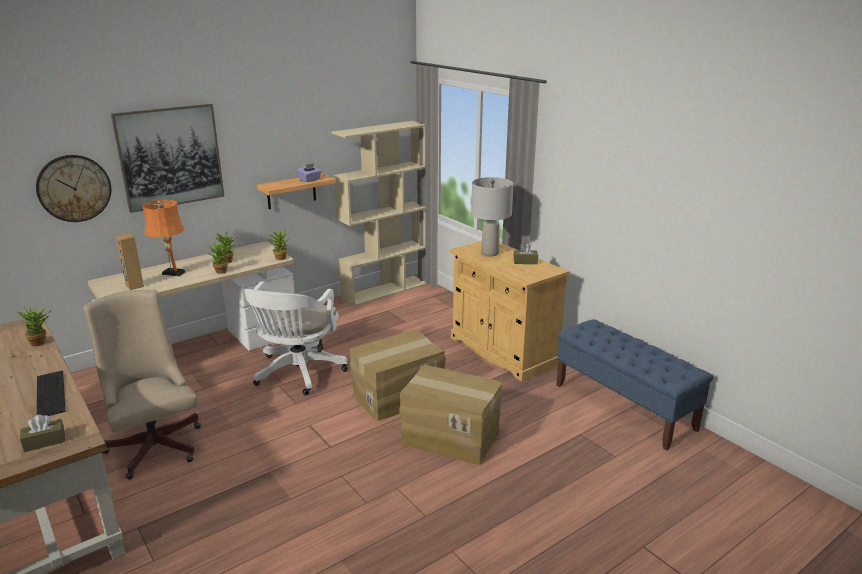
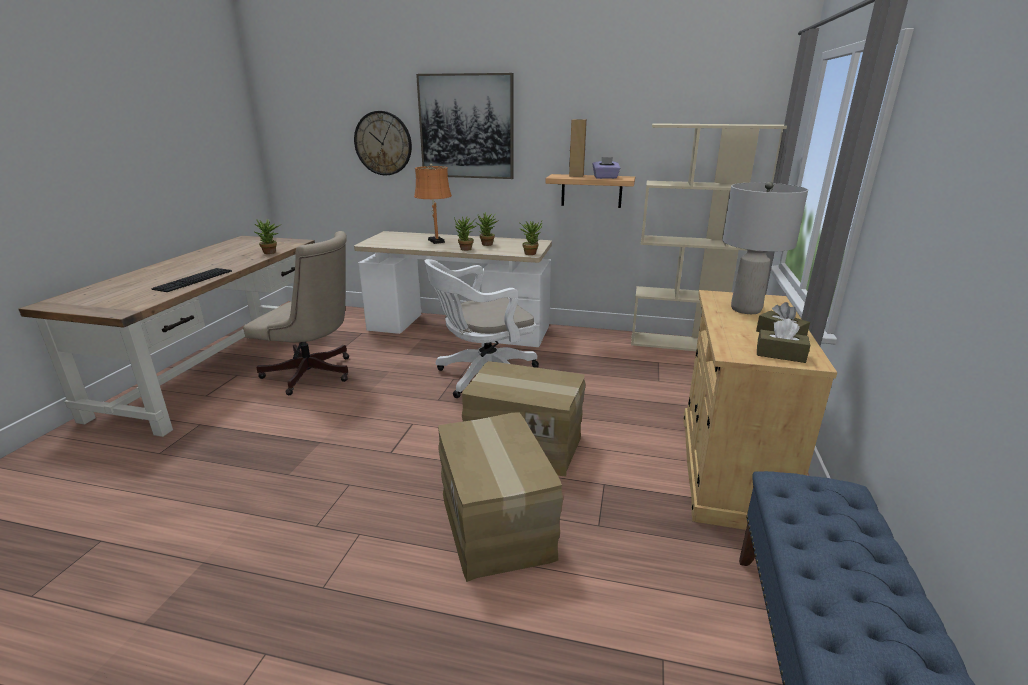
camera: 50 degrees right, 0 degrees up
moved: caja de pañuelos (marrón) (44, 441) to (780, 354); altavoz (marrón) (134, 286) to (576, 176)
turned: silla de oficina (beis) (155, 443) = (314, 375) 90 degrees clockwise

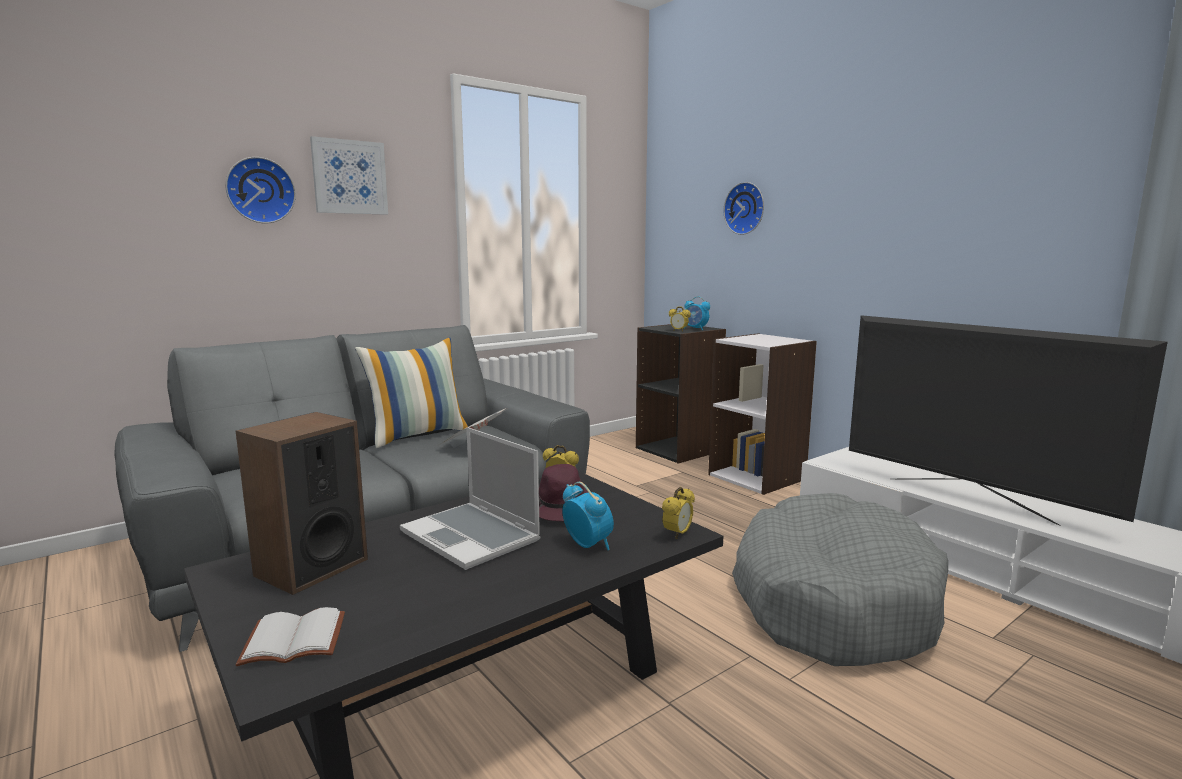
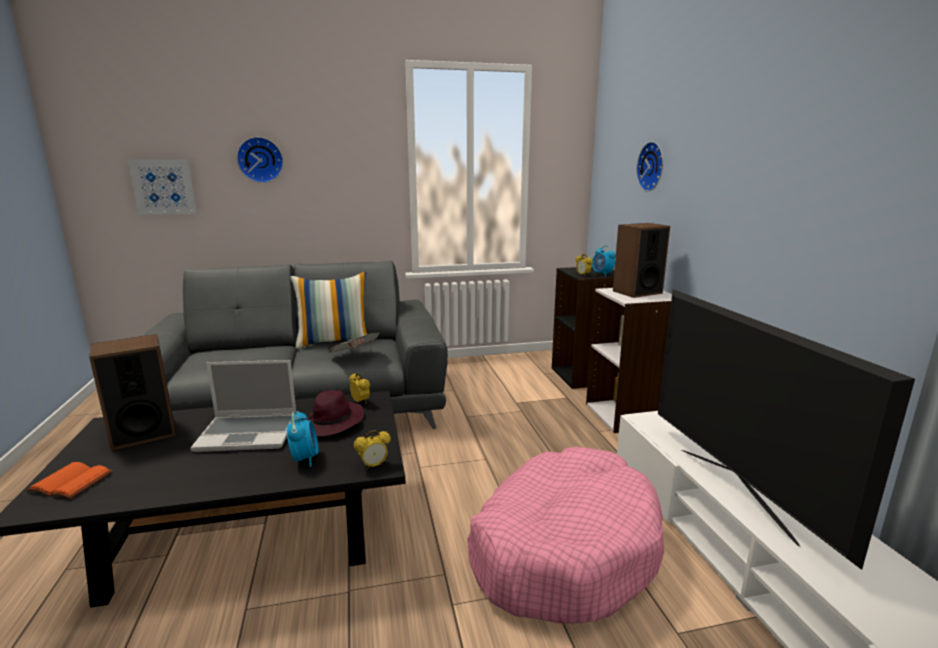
camera: 25 degrees right, 5 degrees up
added: altavoz (637, 292)
moved: cuadro (349, 177) to (164, 186)
recoloured: libro (blanco) (291, 642) to libro (naranja) (69, 483); cama para perro (gris) (832, 601) to cama para perro (rosa) (563, 548)
turned: portátil (472, 537) = (249, 433) 75 degrees counterclockwise

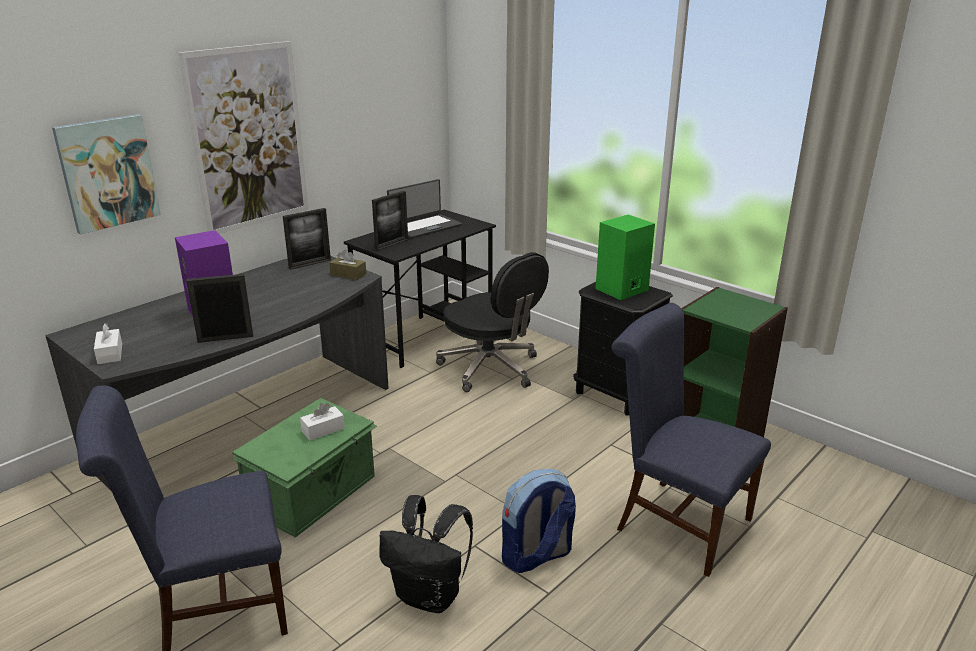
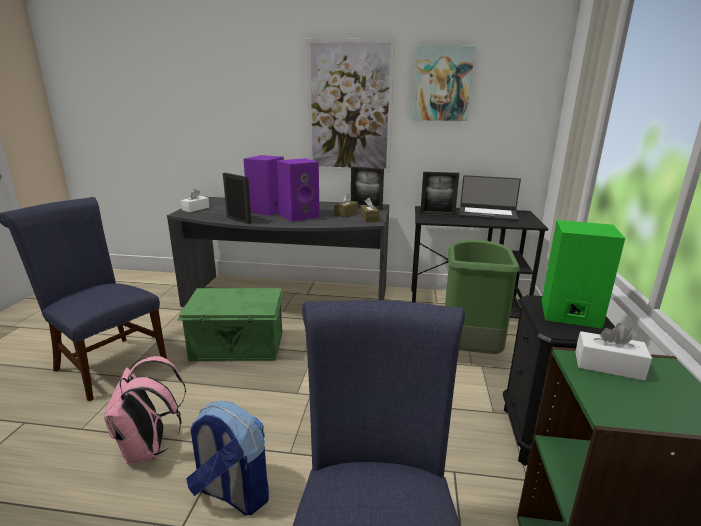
camera: 55 degrees right, 5 degrees down
added: altavoz (morado) (300, 216); caja de pañuelos (marrón) (346, 213)
moved: cuadro (108, 173) to (442, 84); caja de pañuelos (blanco) (323, 430) to (608, 365)
replaced: silla de oficina (negro) (491, 368) to papelera (verde) (468, 349)
recoloured: mochila (negro) (430, 596) to mochila (rosa) (149, 449)

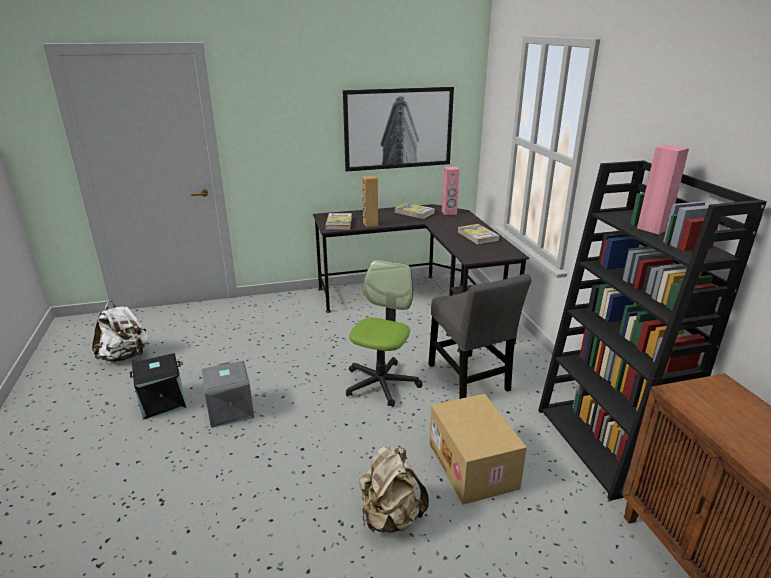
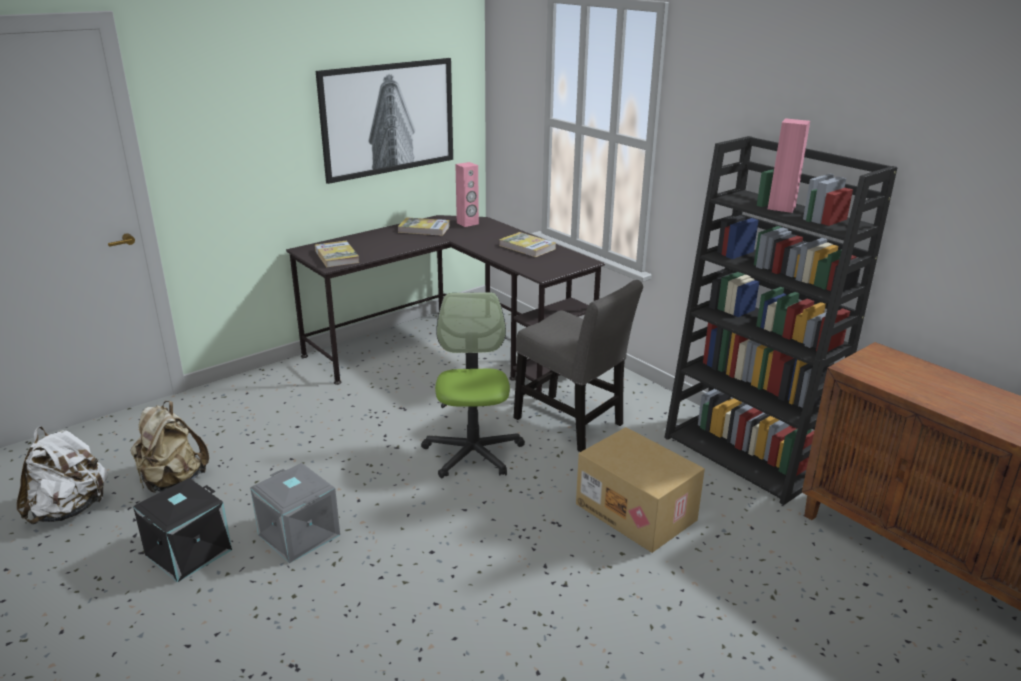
camera: 25 degrees left, 0 degrees up
removed: altavoz (marrón) (370, 224)
moved: mochila (beis) (390, 517) to (172, 481)

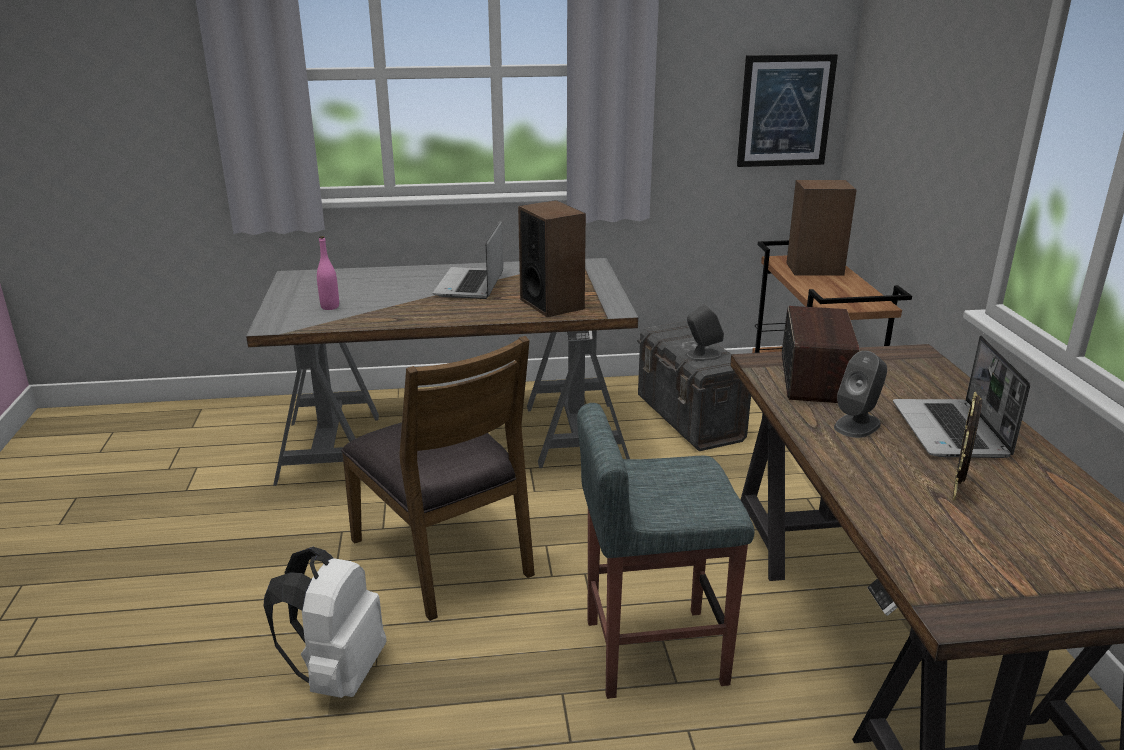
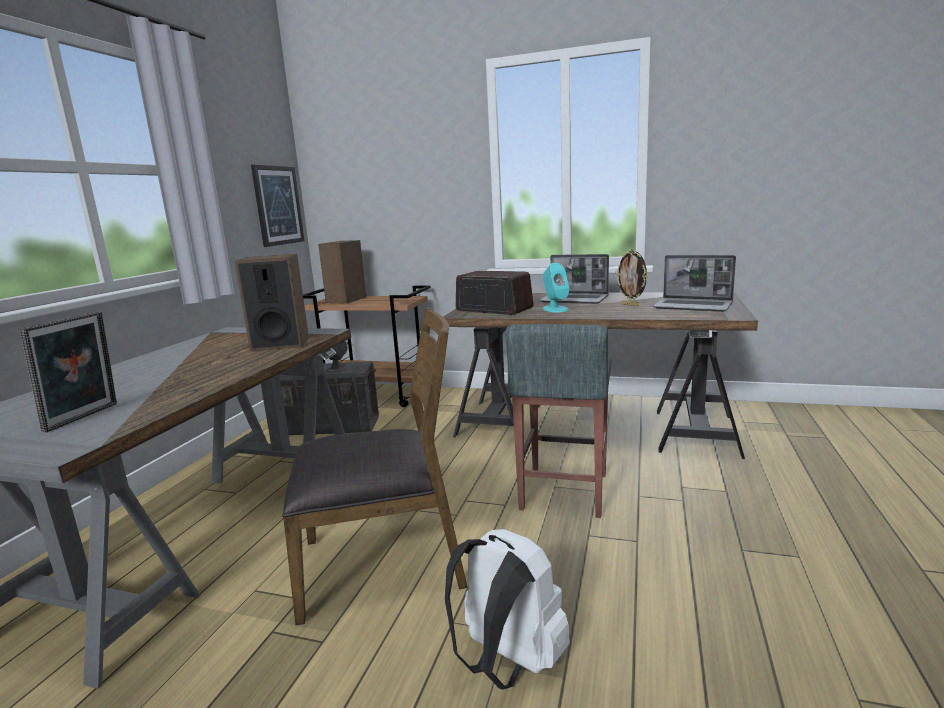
camera: 65 degrees left, 10 degrees down
moved: portátil (470, 285) to (694, 306)
replaced: botella (rosa) (330, 307) to portarretratos (85, 417)
recoloured: altavoz (gris) (857, 425) to altavoz (turquesa) (555, 309)

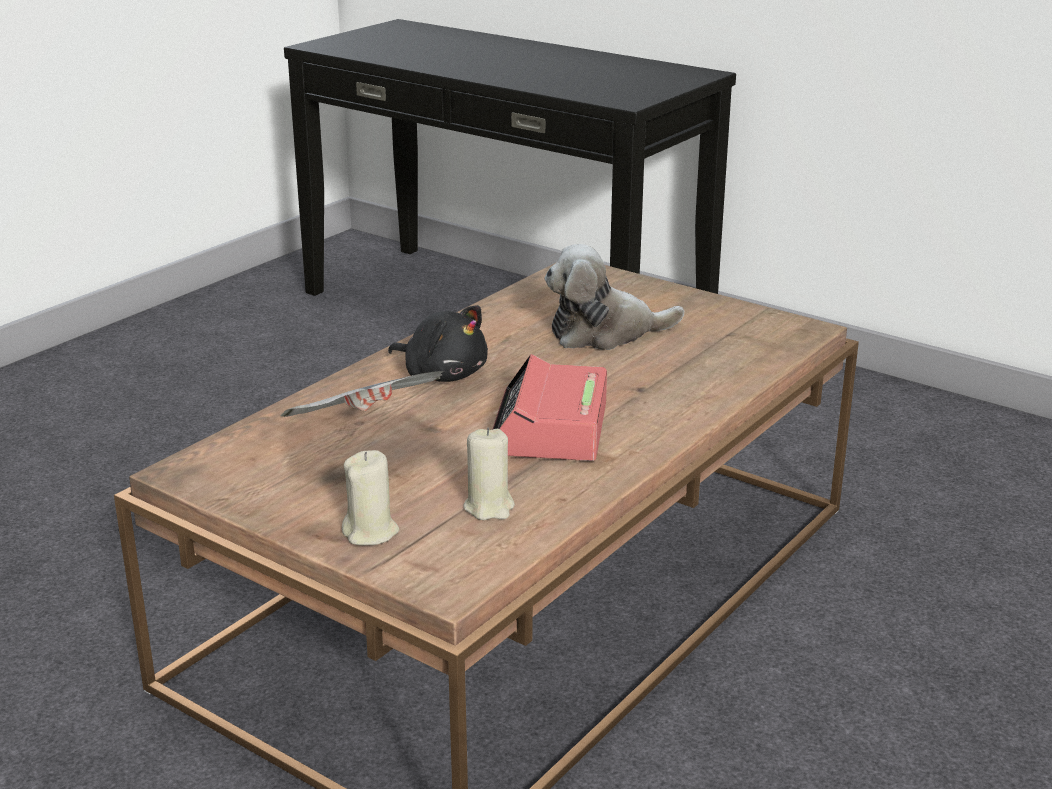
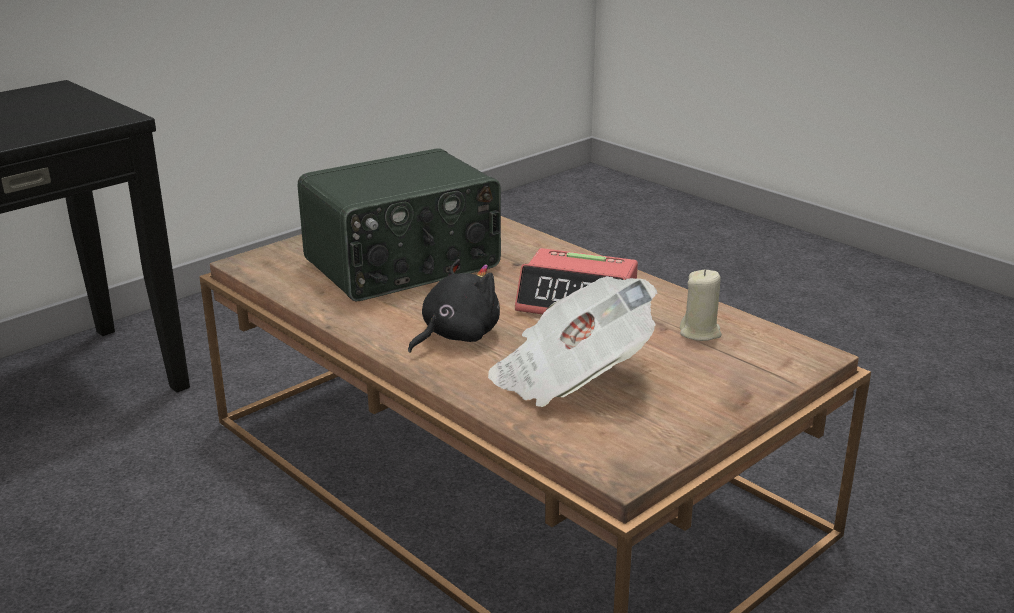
camera: 80 degrees left, 0 degrees up
removed: vela (beis) (371, 532)
replaced: peluche (605, 333) to radio (403, 265)

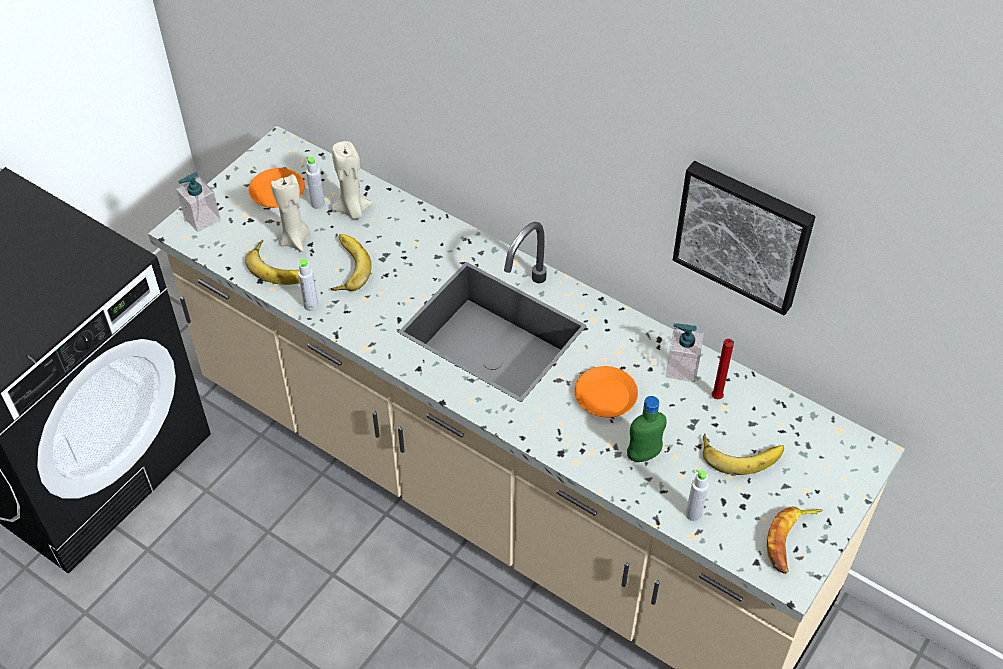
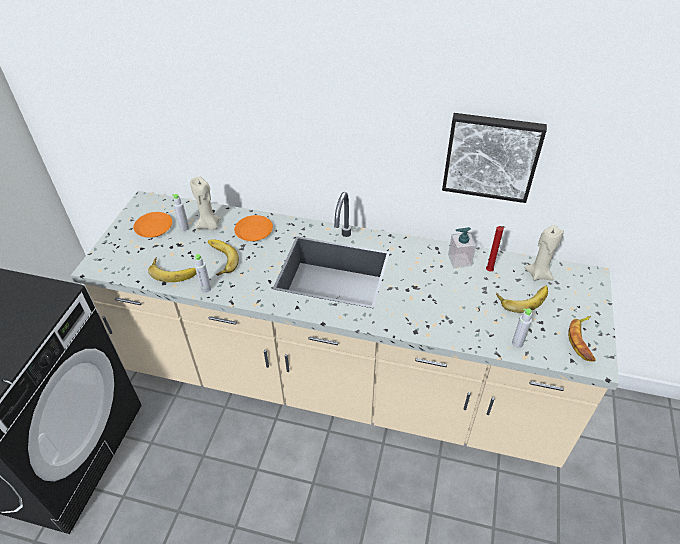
camera: 20 degrees left, 5 degrees down
removed: dispensador de jabón (202, 219); botella (verde) (643, 455)
moved: vela (beis) (295, 240) to (538, 274); plato (naranja) (605, 395) to (254, 231)

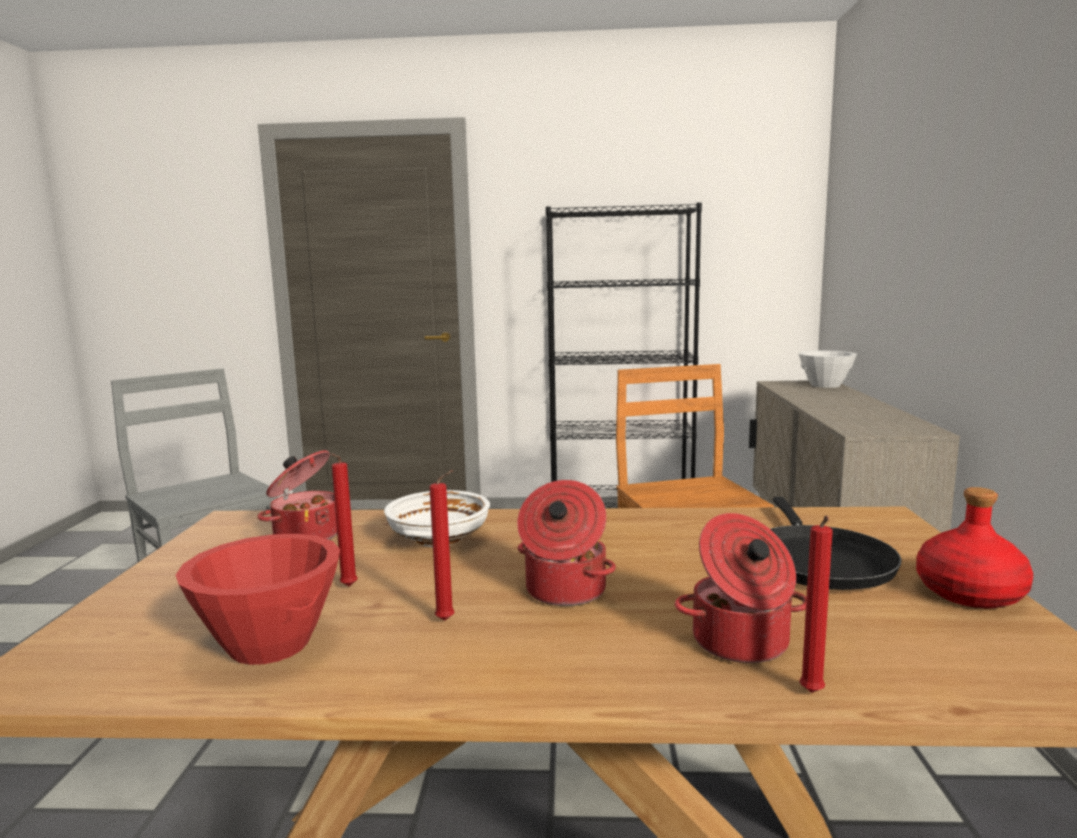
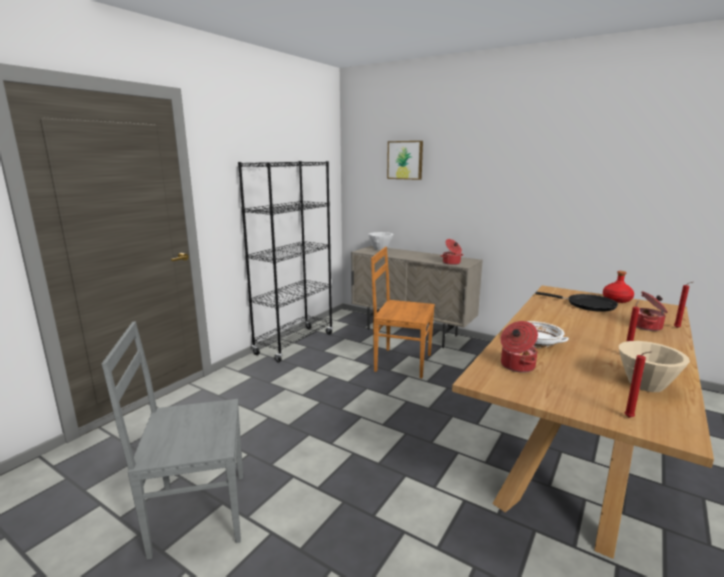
camera: 60 degrees left, 5 degrees up
added: cuadro (405, 160)
moved: vela (rojo) (347, 587) to (630, 418); olla (564, 591) to (451, 263)
recoloured: cuenco (rojo) (270, 644) to cuenco (beis) (645, 384)

